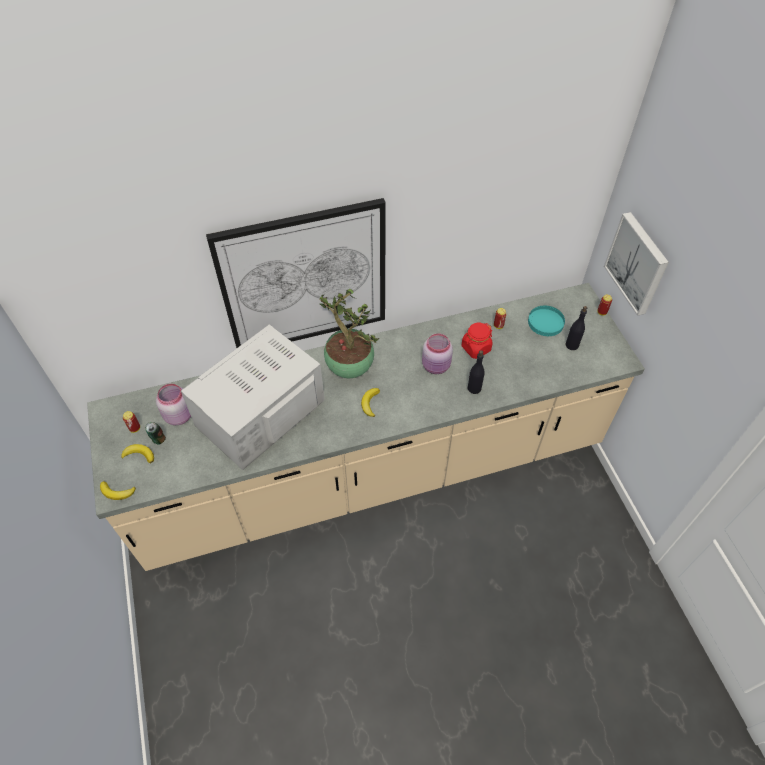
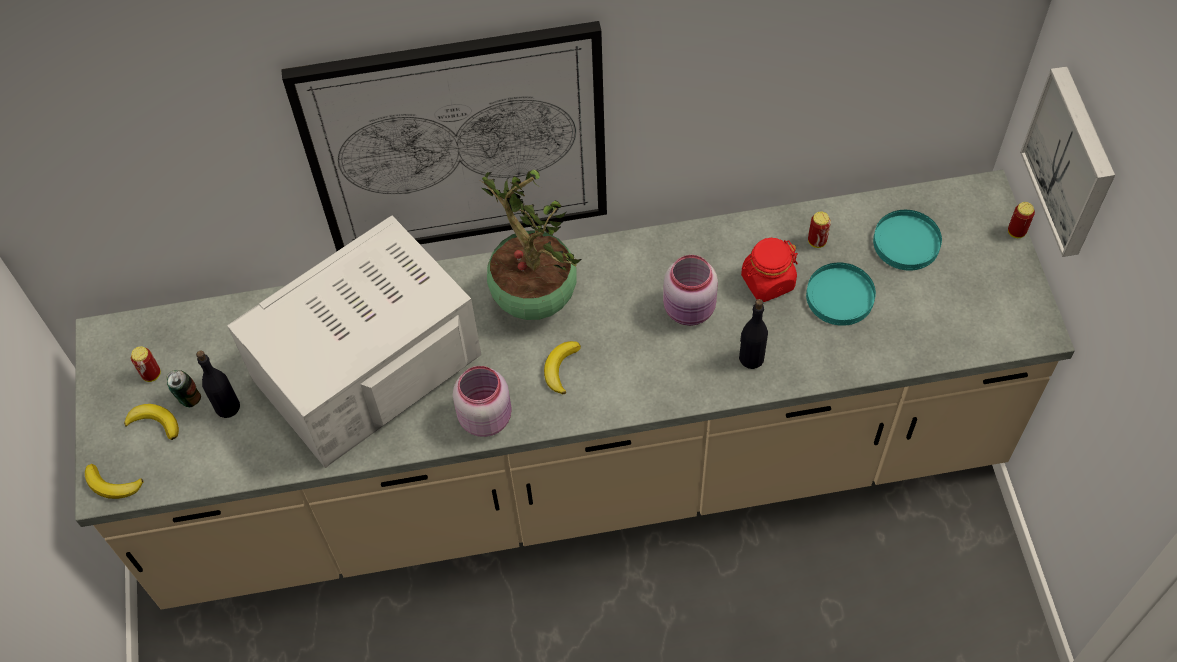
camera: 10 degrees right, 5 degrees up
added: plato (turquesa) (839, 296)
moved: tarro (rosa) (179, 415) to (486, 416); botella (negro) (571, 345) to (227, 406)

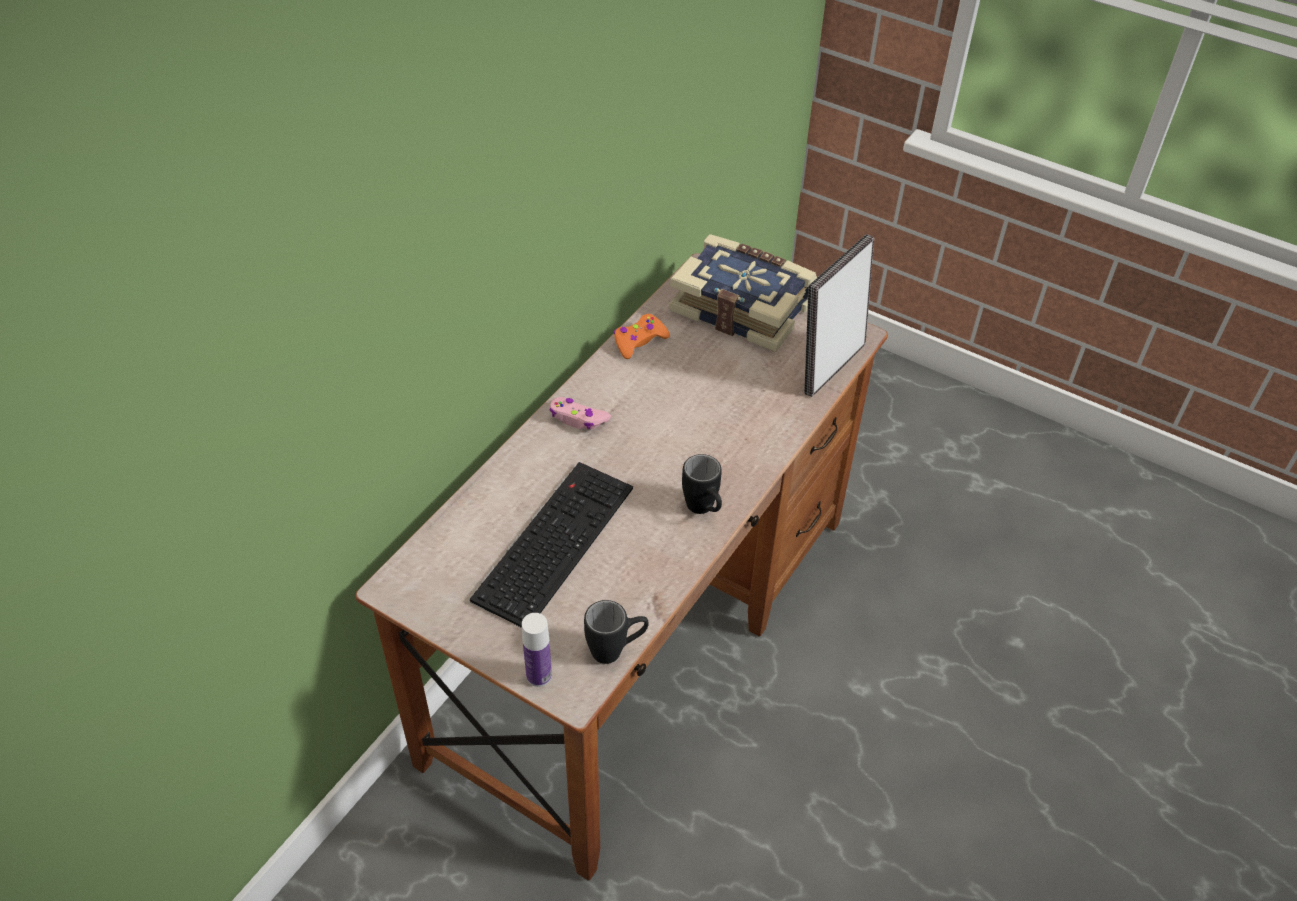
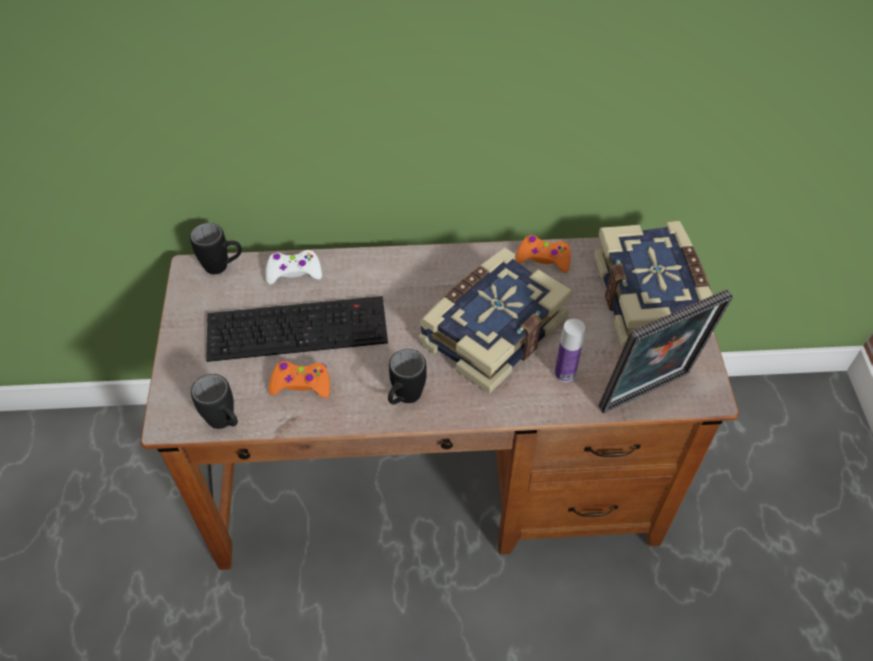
camera: 55 degrees right, 5 degrees up
removed: mando de consola (rosa) (578, 418)
added: taza grande (negro) (223, 267); mando de consola (blanco) (294, 272); mando de consola (naranja) (301, 384); libro (491, 331)
moved: botella (539, 675) to (565, 373)
turned: portarretratos (829, 366) = (647, 395) 150 degrees clockwise

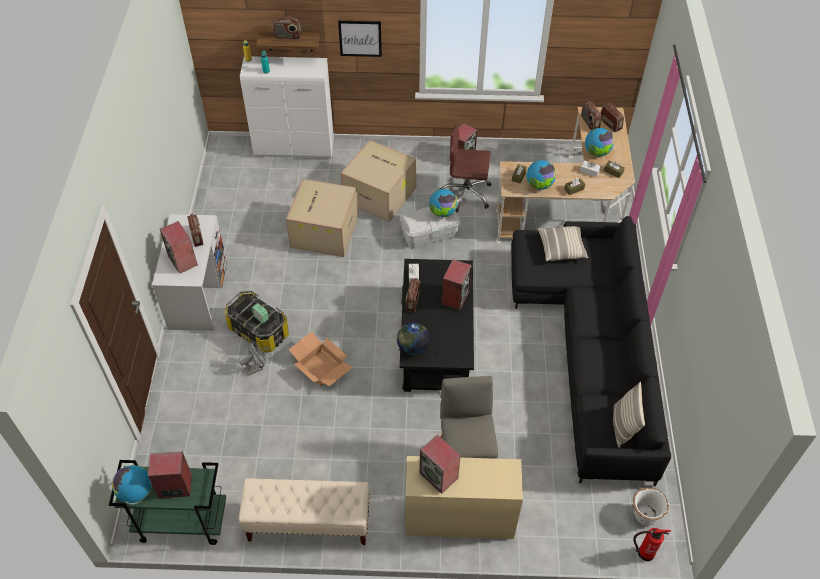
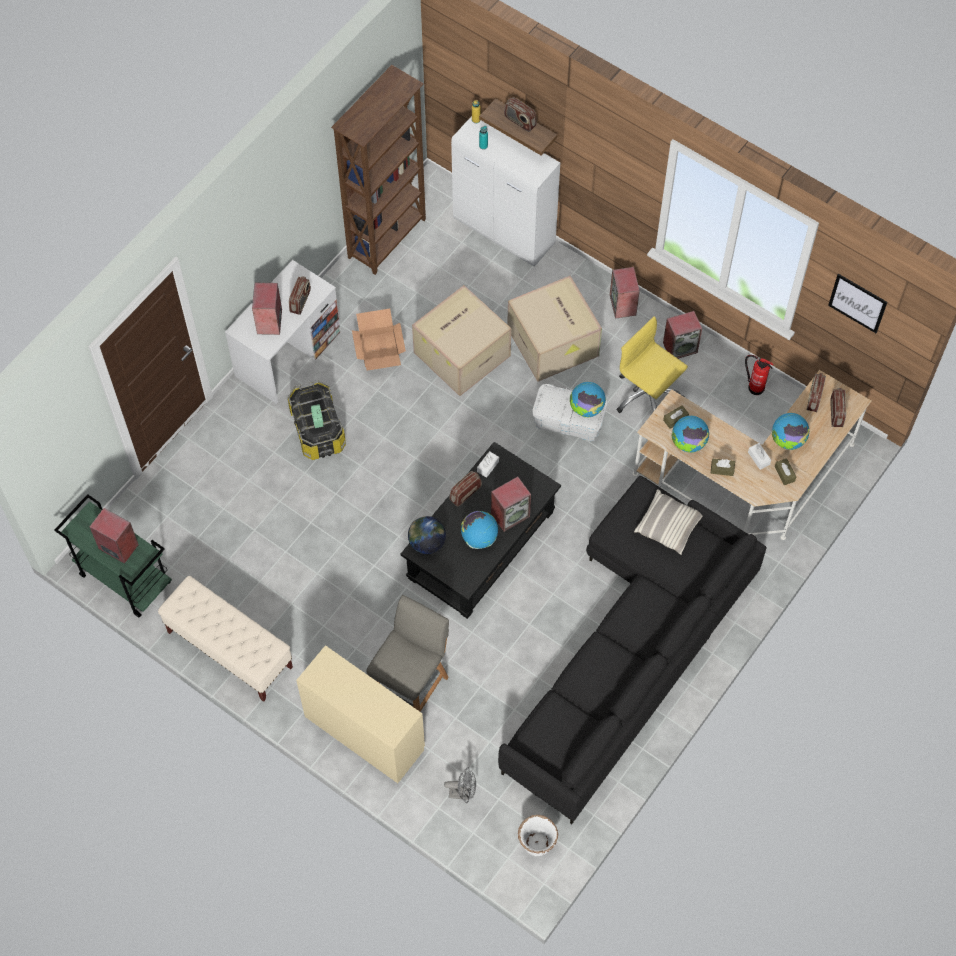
camera: 35 degrees right, 10 degrees up
removed: cojín (623, 426)
added: estantería (marrón) (388, 238)
moved: globo terráqueo (136, 492) to (479, 538); ventilador (gris) (256, 368) to (463, 793); caja de cartón (320, 367) to (378, 348); cuadro (360, 38) to (857, 303); altavoz (439, 475) to (623, 305); extintor (644, 552) to (755, 386)
recoloured: silla de oficina (marrón) (466, 194) to silla de oficina (amarillo) (647, 396)

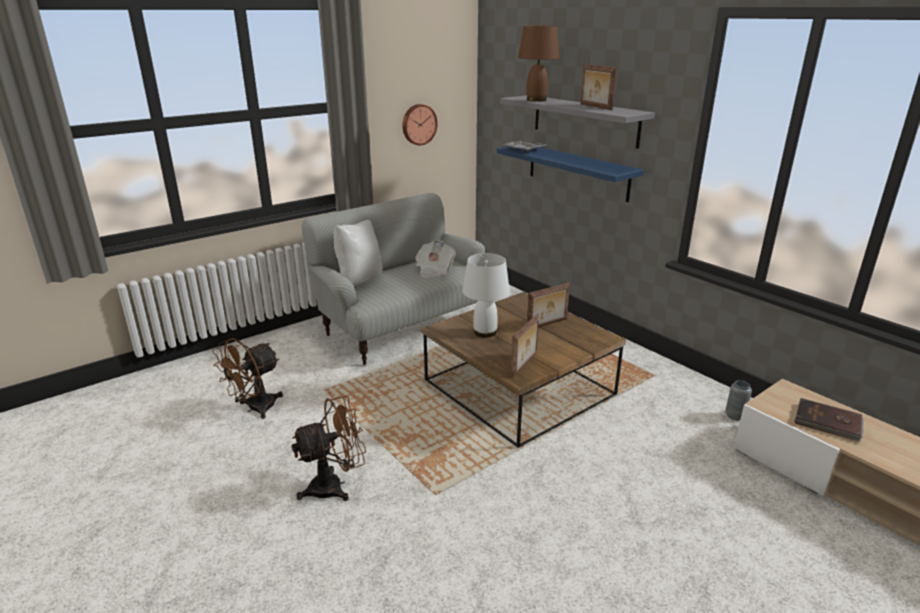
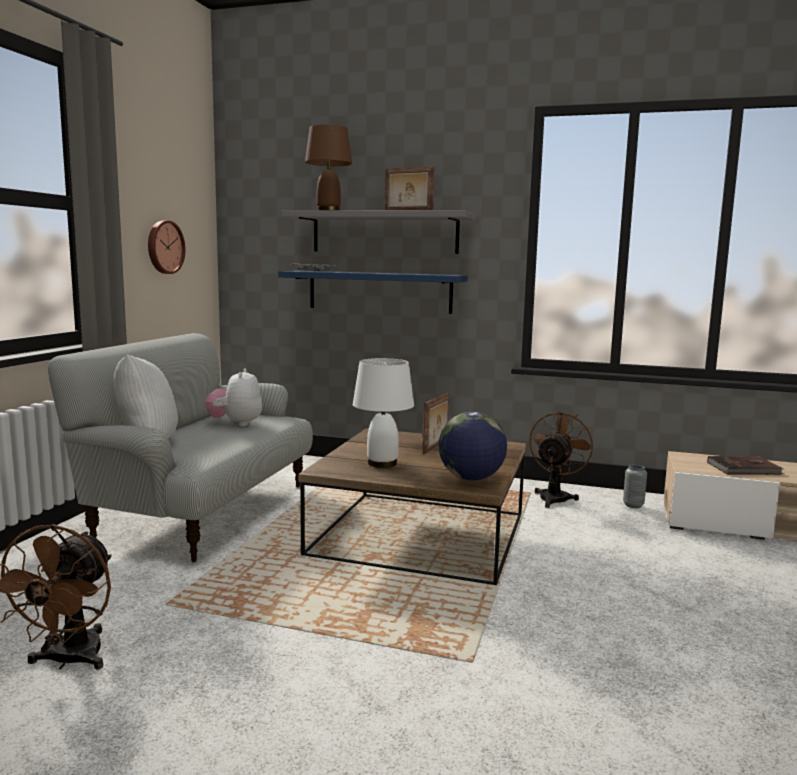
camera: 35 degrees left, 15 degrees down
moved: ventilador (marrón) (335, 486) to (555, 497)
replaced: periódico (434, 270) to peluche (236, 424); portarretratos (525, 365) to globo terráqueo (471, 478)

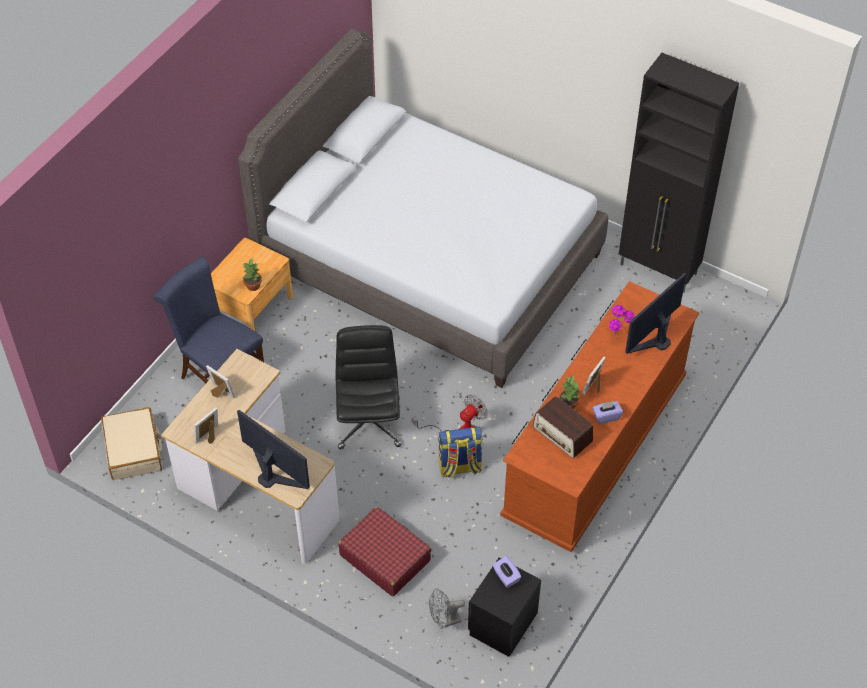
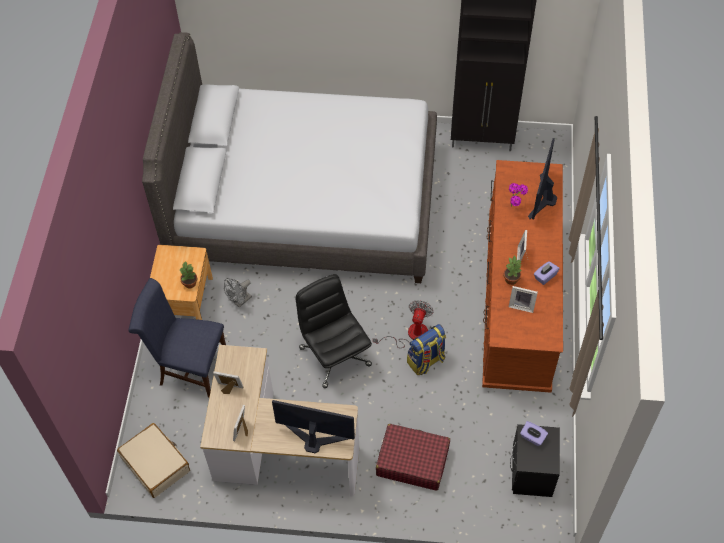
camera: 25 degrees left, 5 degrees up
moved: ventilador (gris) (444, 621) to (240, 301)
replaced: radio (562, 434) to portarretratos (521, 305)

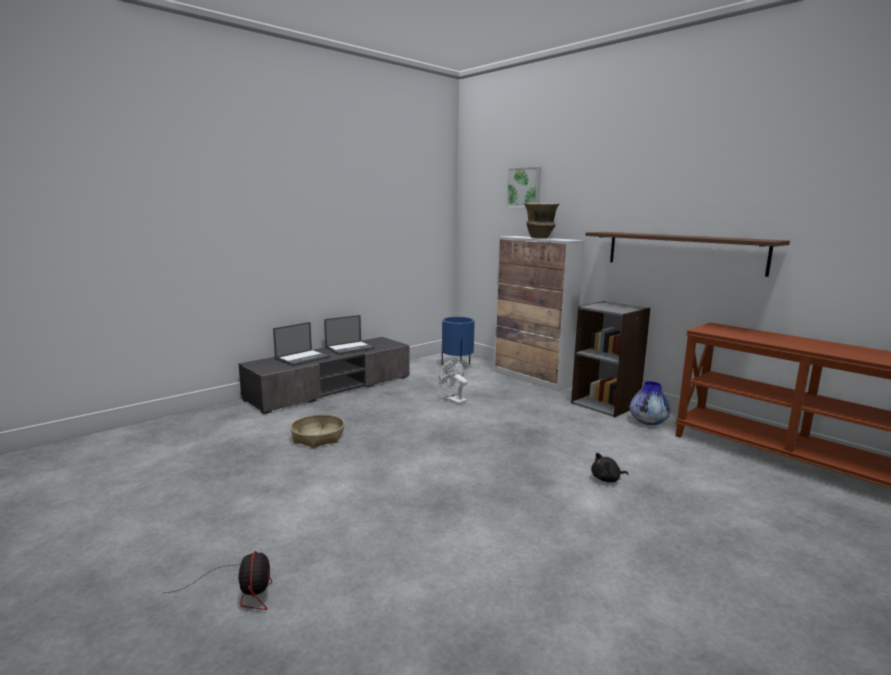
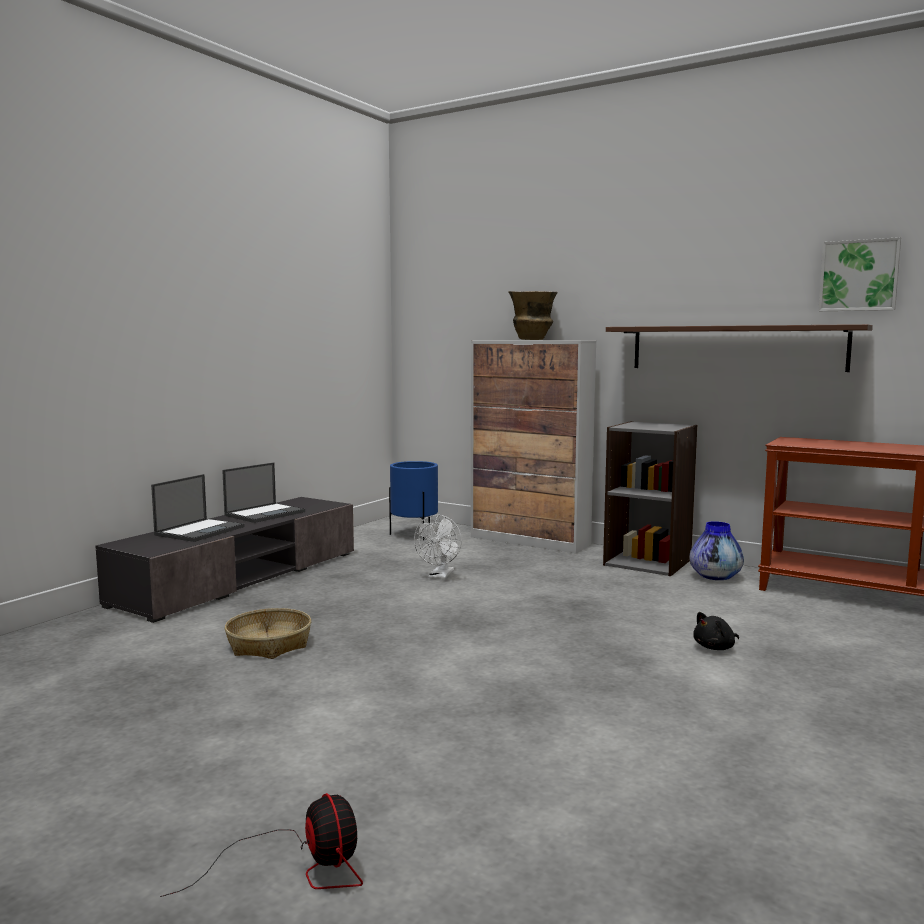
camera: 15 degrees left, 5 degrees down
moved: cuadro (524, 187) to (859, 275)
turned: ventilador (blanco) (453, 400) = (440, 576) 105 degrees counterclockwise

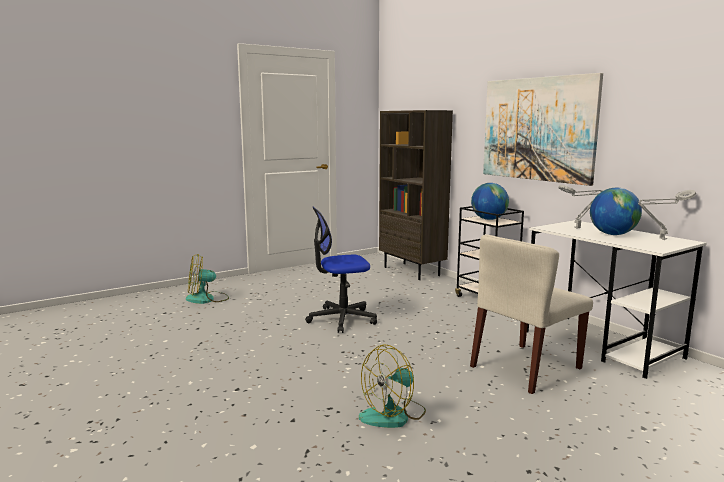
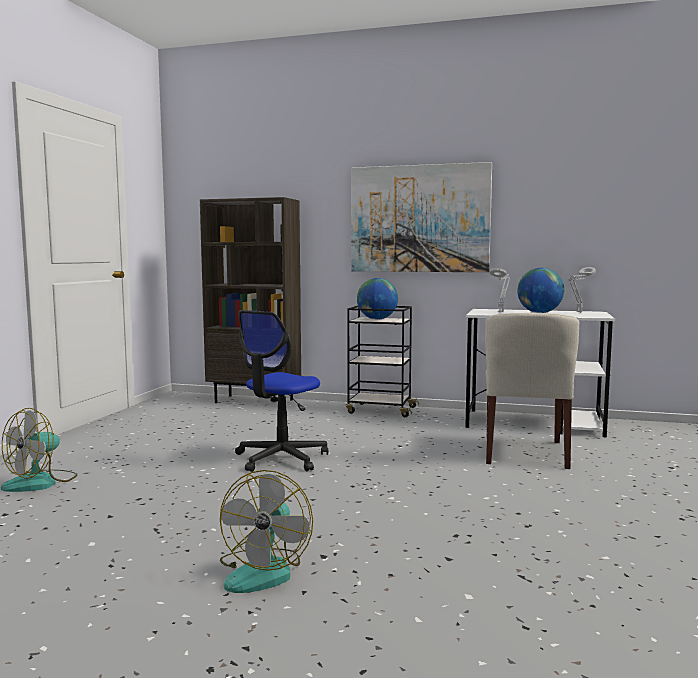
camera: 40 degrees left, 5 degrees down
moved: ventilador (393, 415) to (264, 571)

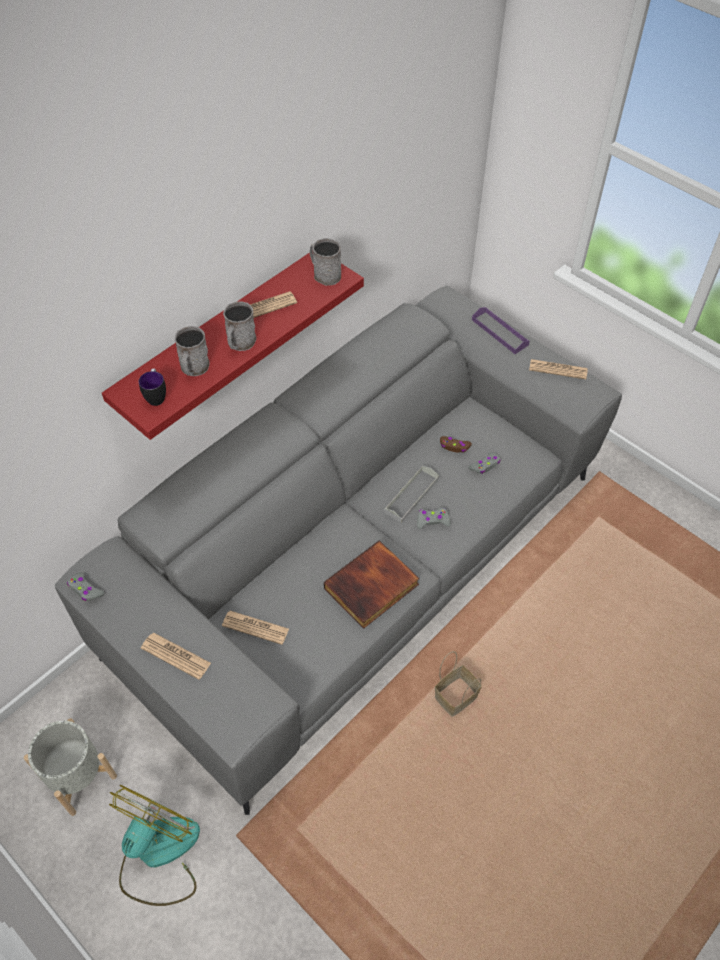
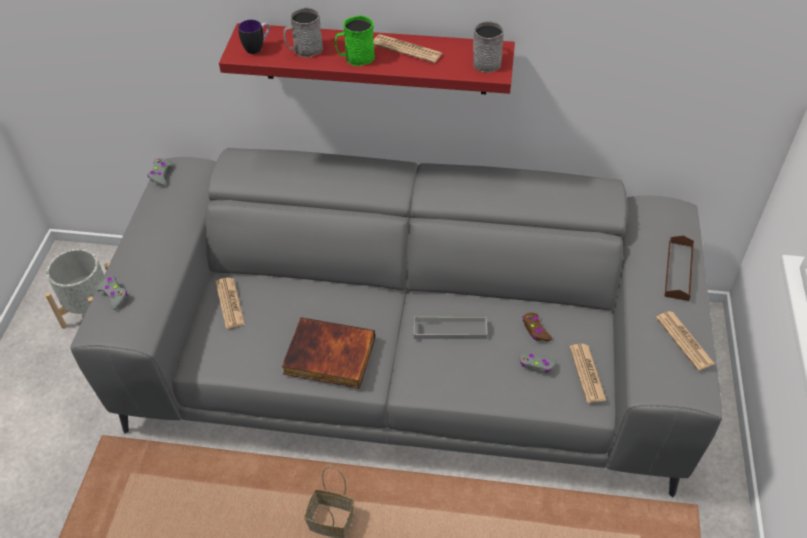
camera: 55 degrees right, 5 degrees down
removed: ventilador (158, 855)
moved: periódico (176, 656) to (587, 373); mando de consola (gris) (432, 521) to (114, 295)
recoloured: taza grande (gris) (240, 343) to taza grande (verde) (355, 58); bandeja (morado) (499, 332) to bandeja (marrón) (678, 270)

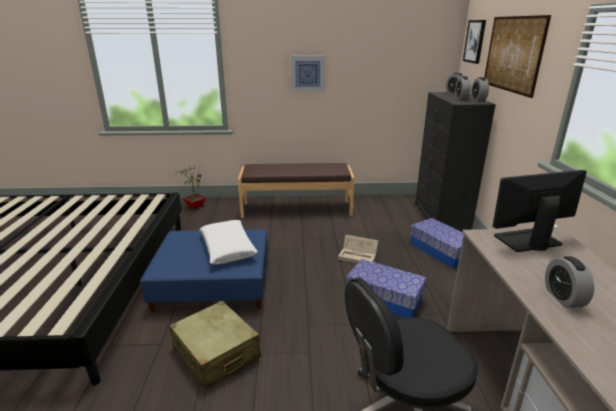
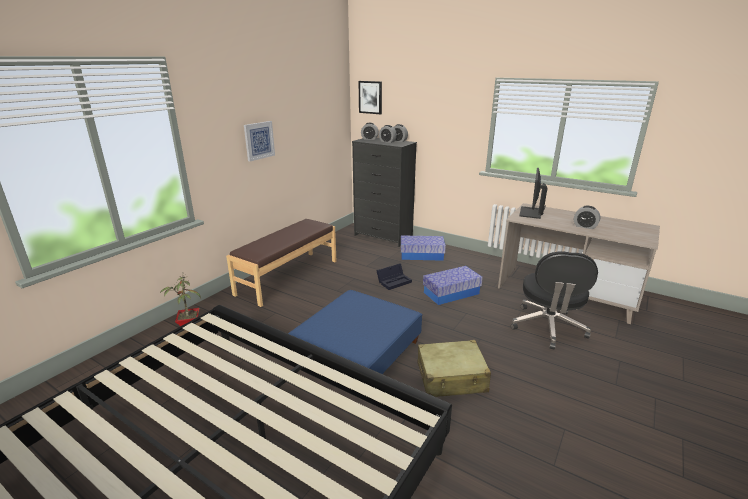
camera: 55 degrees left, 0 degrees up
removed: cojín (blanco) (228, 248); cuadro (513, 54)
recoloured: caja de almacenaje (beis) (359, 256) to caja de almacenaje (negro) (394, 281)

